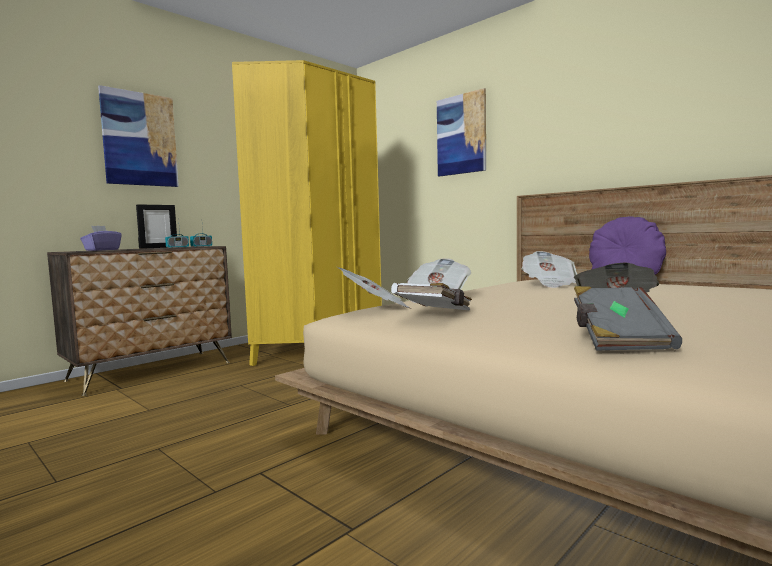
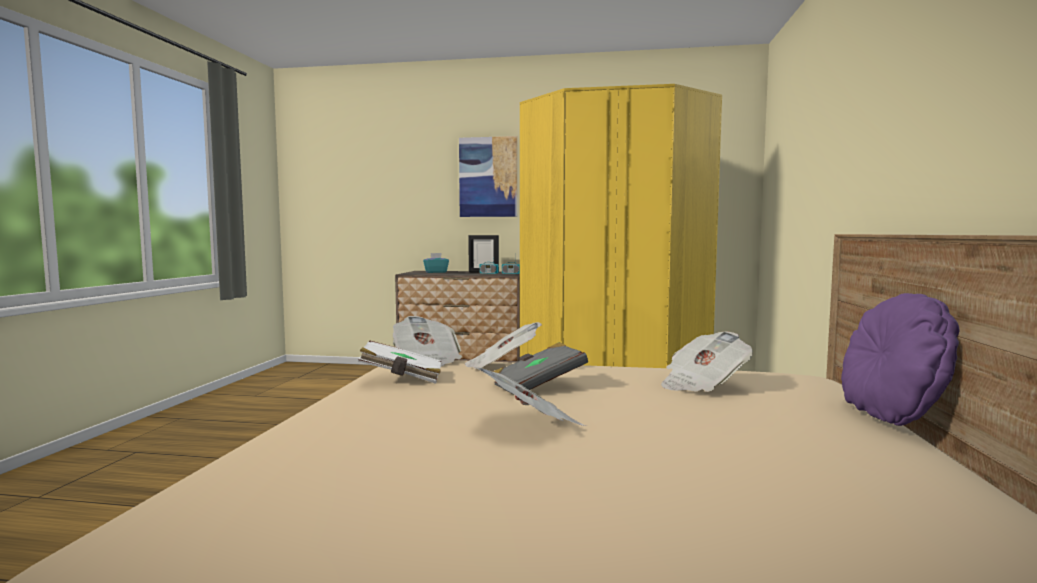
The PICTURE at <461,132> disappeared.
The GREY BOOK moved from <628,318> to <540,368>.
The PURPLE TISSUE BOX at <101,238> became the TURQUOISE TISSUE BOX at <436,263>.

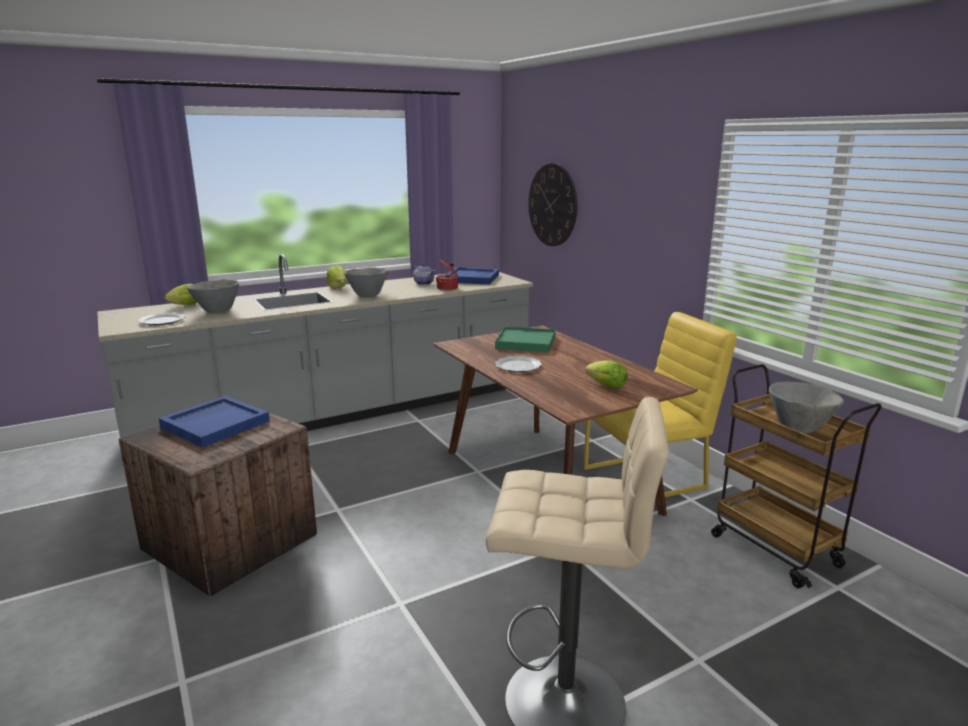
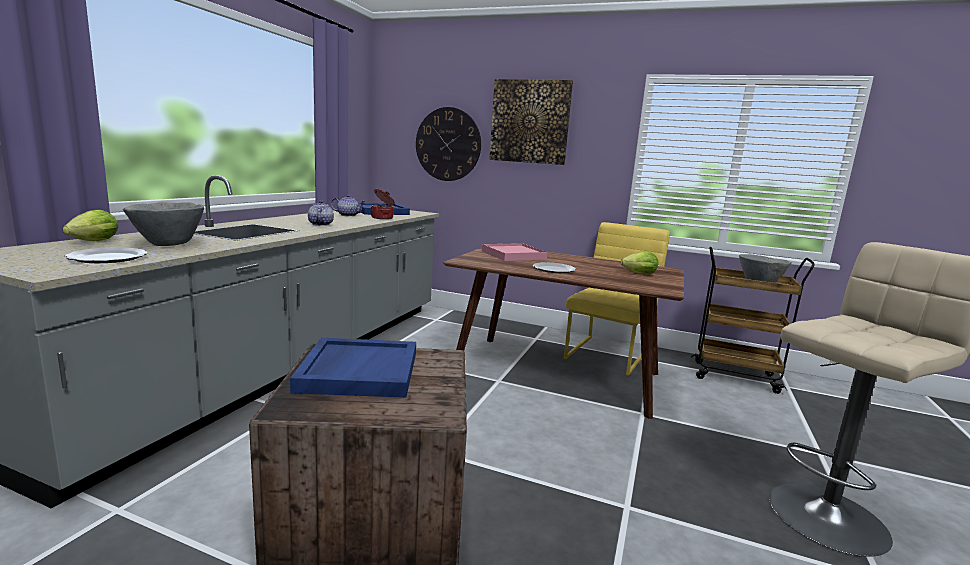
The LETTUCE at <337,277> disappeared.
The PICTURE at <531,122> appeared.
The GREY BOWL at <366,282> was replaced by the TEAPOT at <321,213>.
The GREEN TRAY at <525,340> became the PINK TRAY at <515,252>.

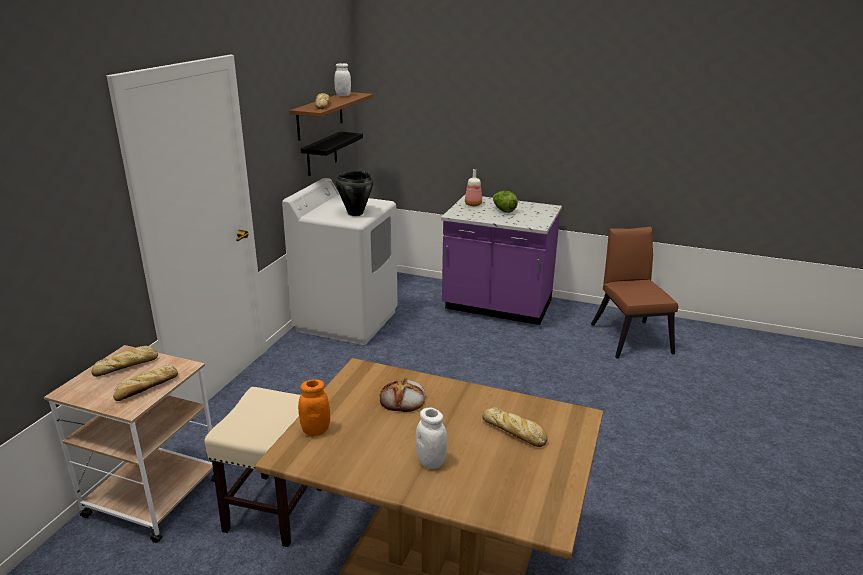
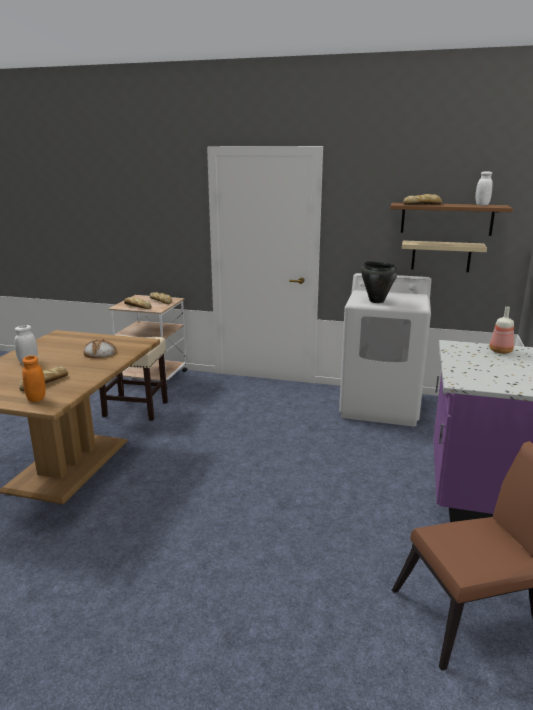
The LETTUCE at <505,202> disappeared.
The ORANGE JAR moved from <314,408> to <34,378>.
The BLACK SHELF at <332,154> became the BEIGE SHELF at <444,256>.

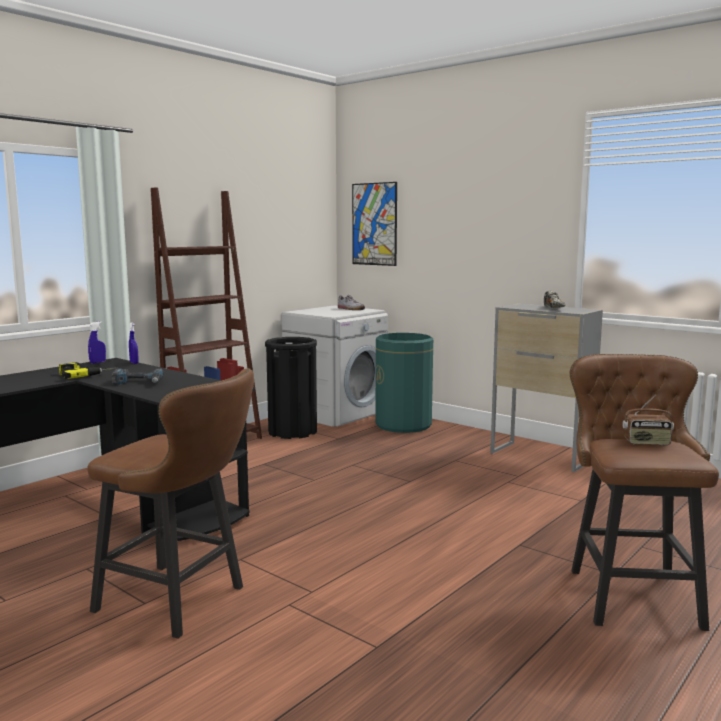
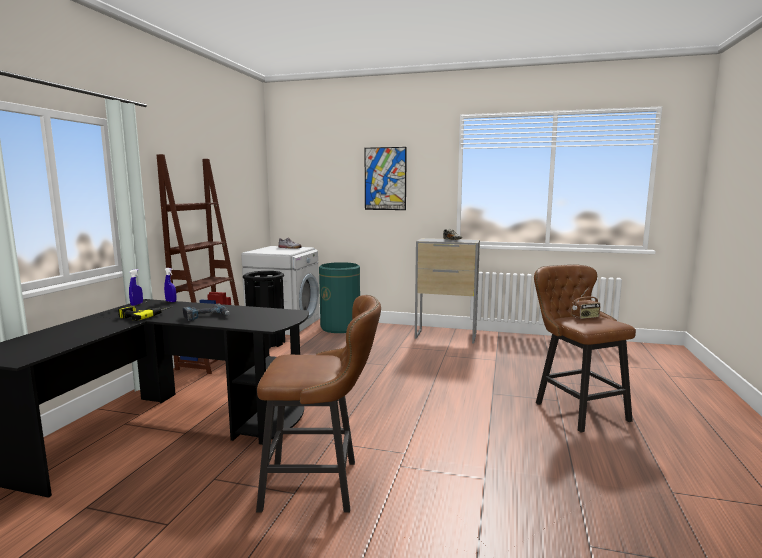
The PICTURE moved from <374,224> to <386,178>.

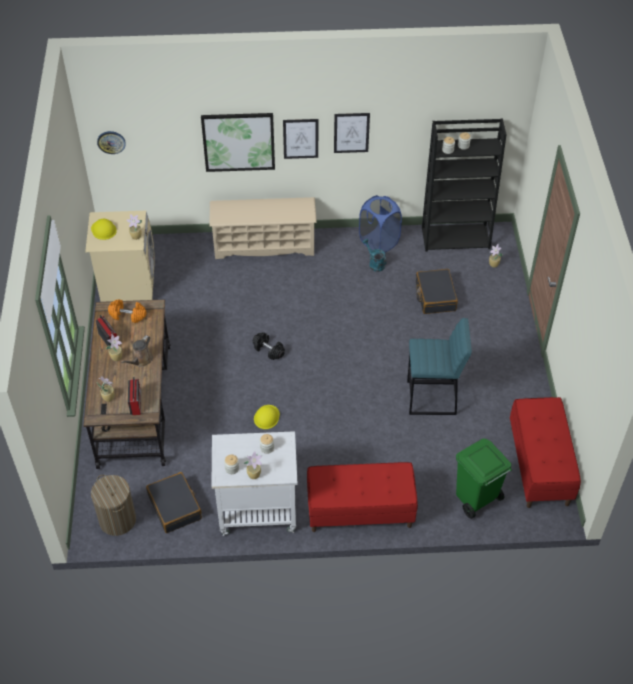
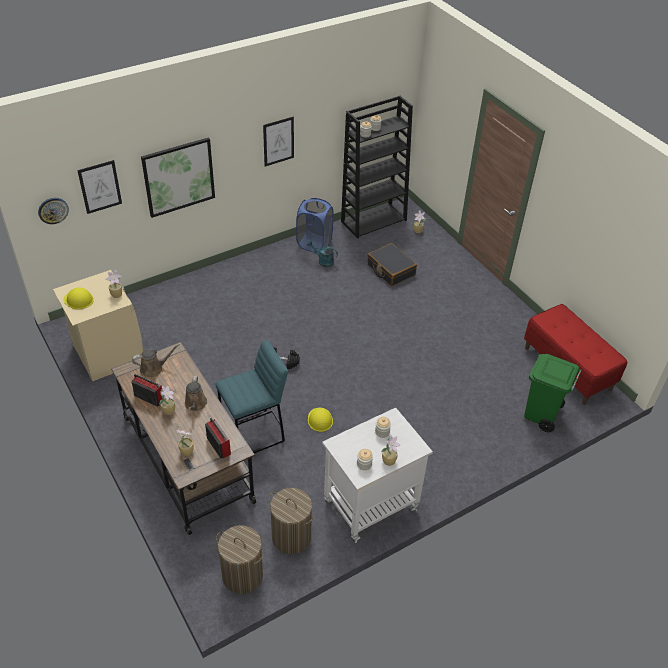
The BEIGE SHOE RACK at <263,228> disappeared.
The RED BENCH at <362,497> disappeared.
The PICTURE moved from <300,139> to <99,187>.
The TURQUOISE STOOL moved from <439,366> to <251,396>.
The ORANGE DUMBBELL at <127,311> was replaced by the BROWN WATERING CAN at <156,360>.
The BLACK SUITCASE at <174,502> was replaced by the LAUNDRY BASKET at <291,521>.

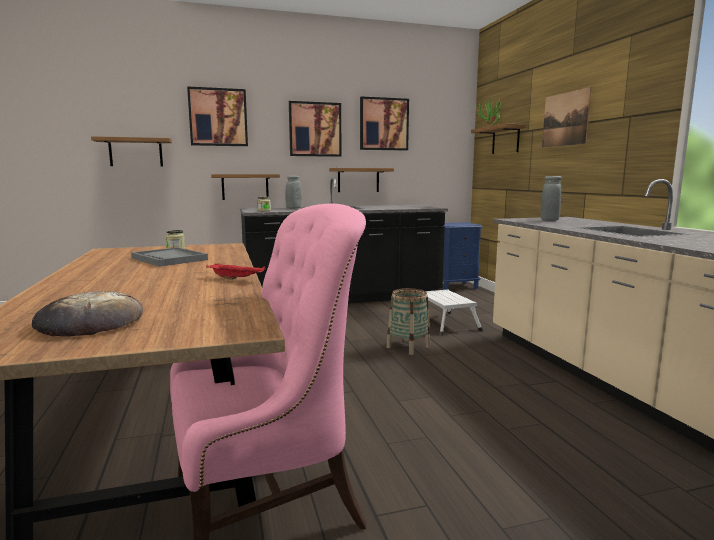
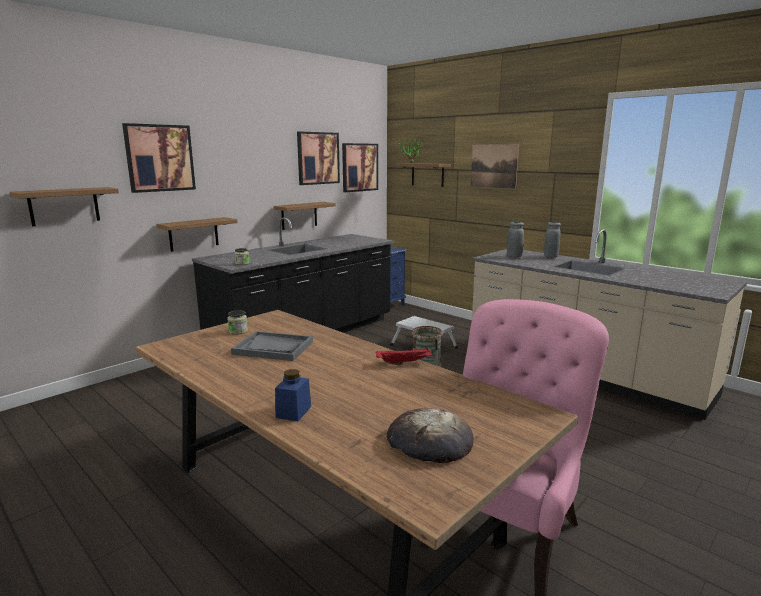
The BLUE JAR at <293,395> appeared.
The GREY VASE moved from <293,192> to <552,240>.
The PICTURE moved from <315,129> to <360,167>.

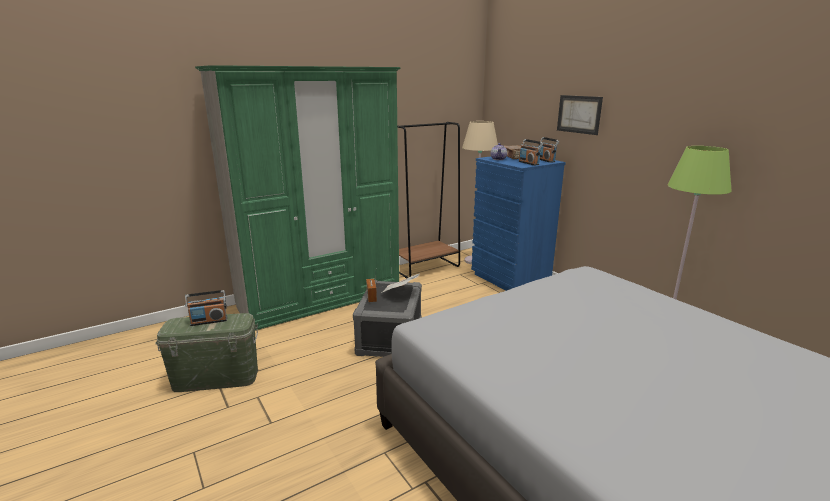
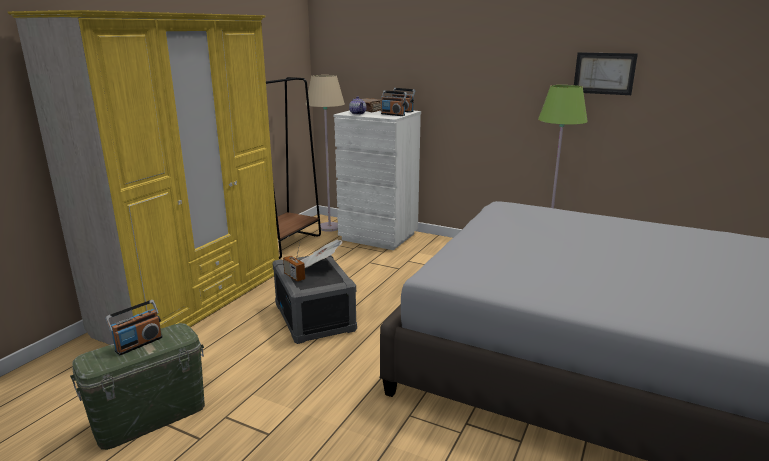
The PICTURE moved from <580,115> to <606,73>.
The GREEN WARDROBE at <298,197> became the YELLOW WARDROBE at <143,177>.
The BLUE DRESSER at <518,223> became the WHITE DRESSER at <377,180>.

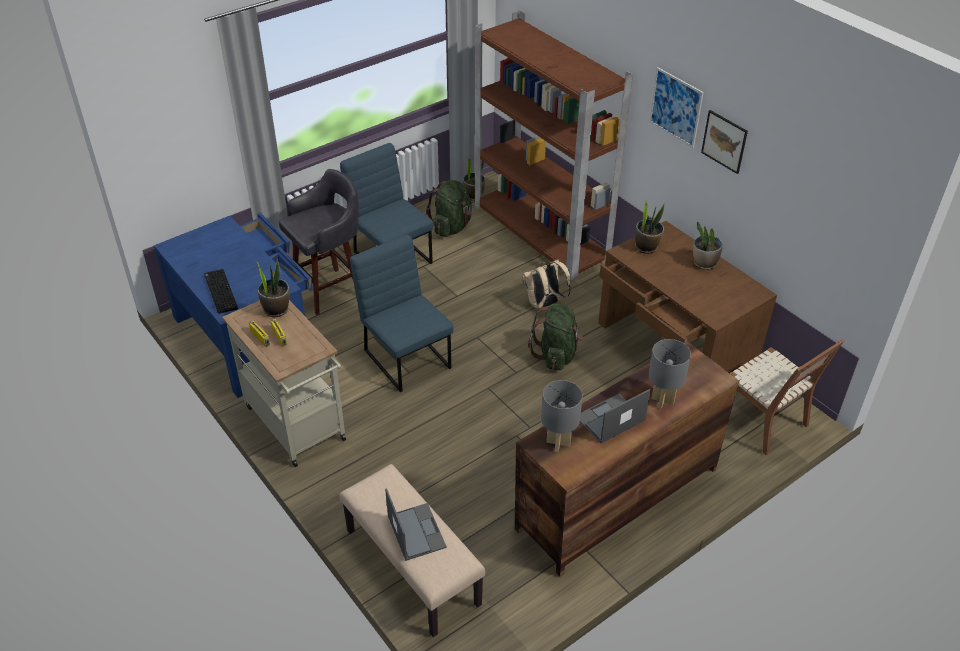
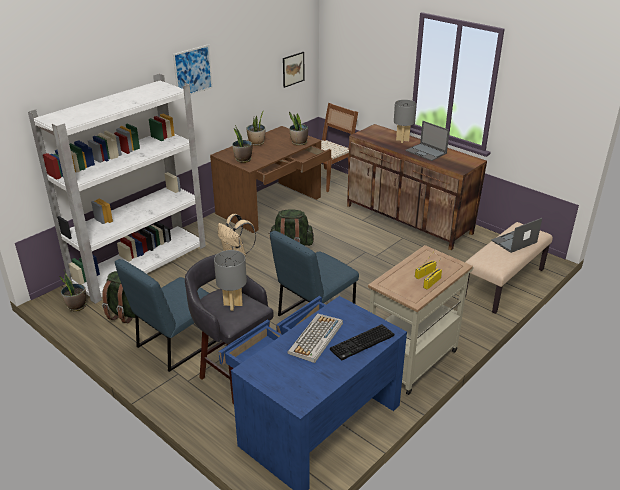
The KEYBOARD at <315,338> appeared.
The POTTED PLANT moved from <273,287> to <298,129>.
The GREY TABLE LAMP moved from <562,416> to <230,280>.
The PICTURE moved from <724,142> to <293,70>.
The BROWN BOOKCASE at <554,145> became the WHITE BOOKCASE at <117,189>.

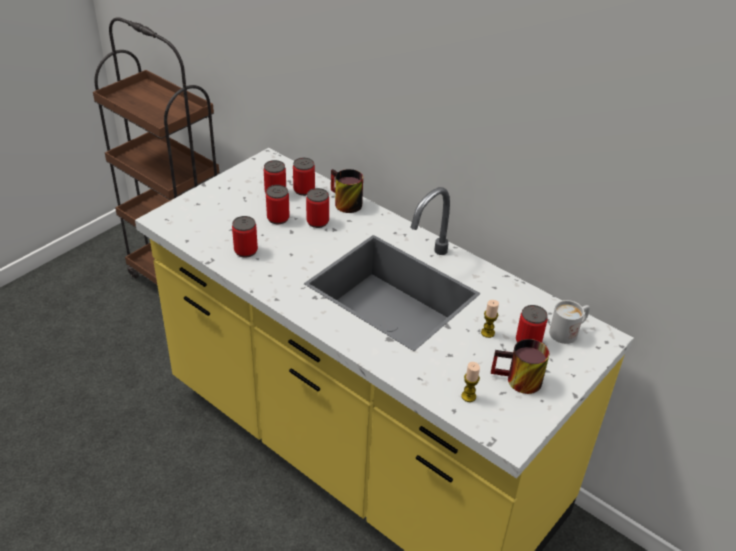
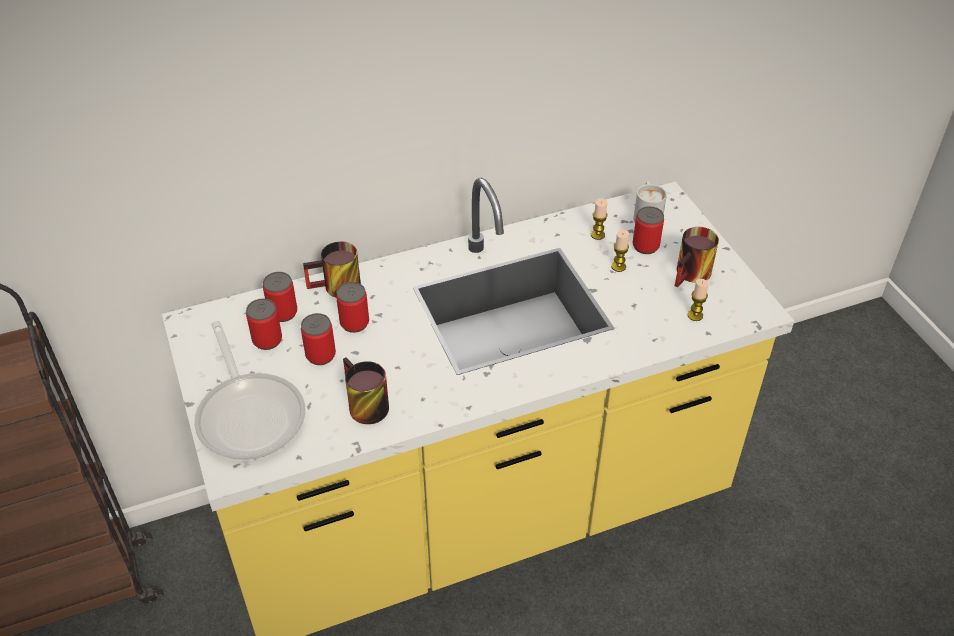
The FRYING PAN at <249,390> appeared.
The CANDLE at <599,219> appeared.
The CAN at <245,237> was replaced by the MUG at <366,390>.

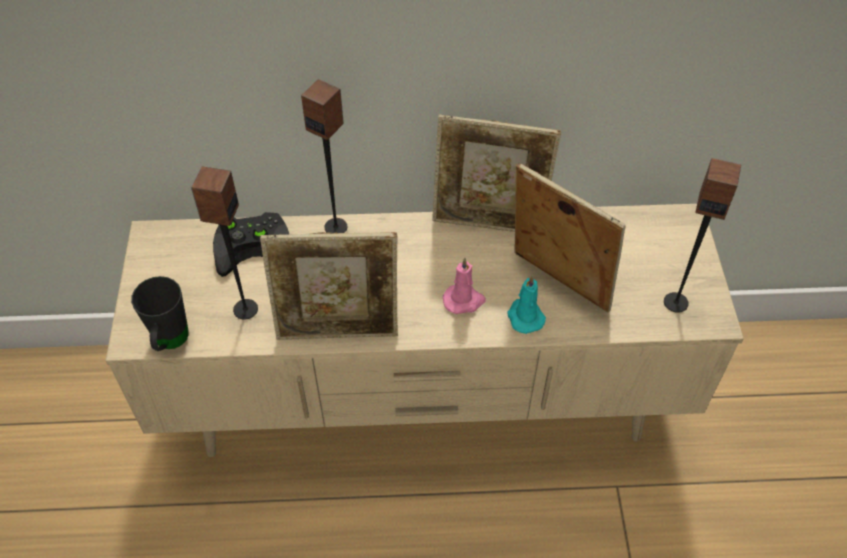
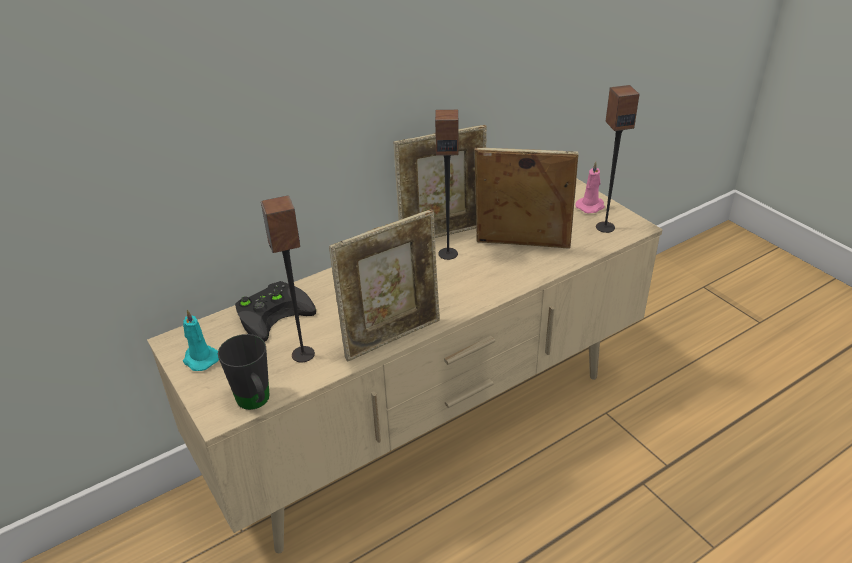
The SPEAKER moved from <324,156> to <446,184>.
The PINK CANDLE moved from <464,286> to <590,187>.
The TURQUOISE CANDLE moved from <526,304> to <201,340>.

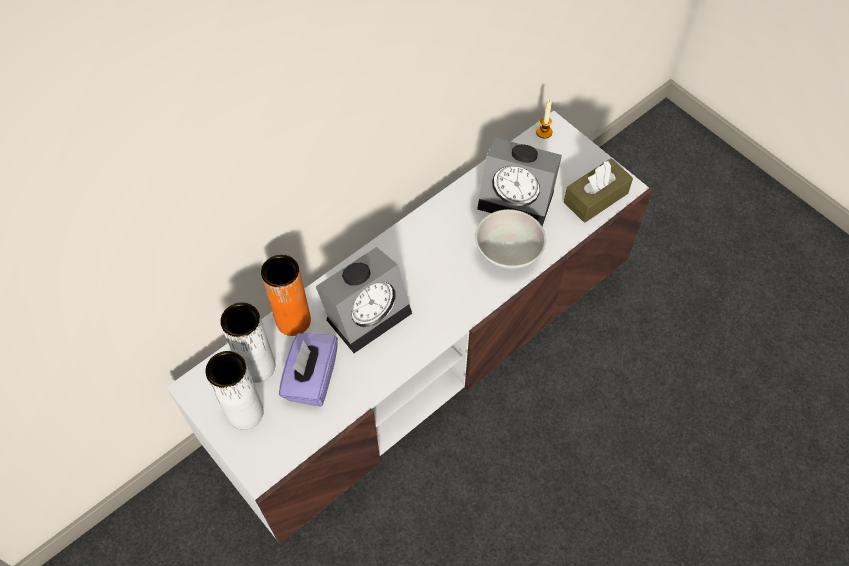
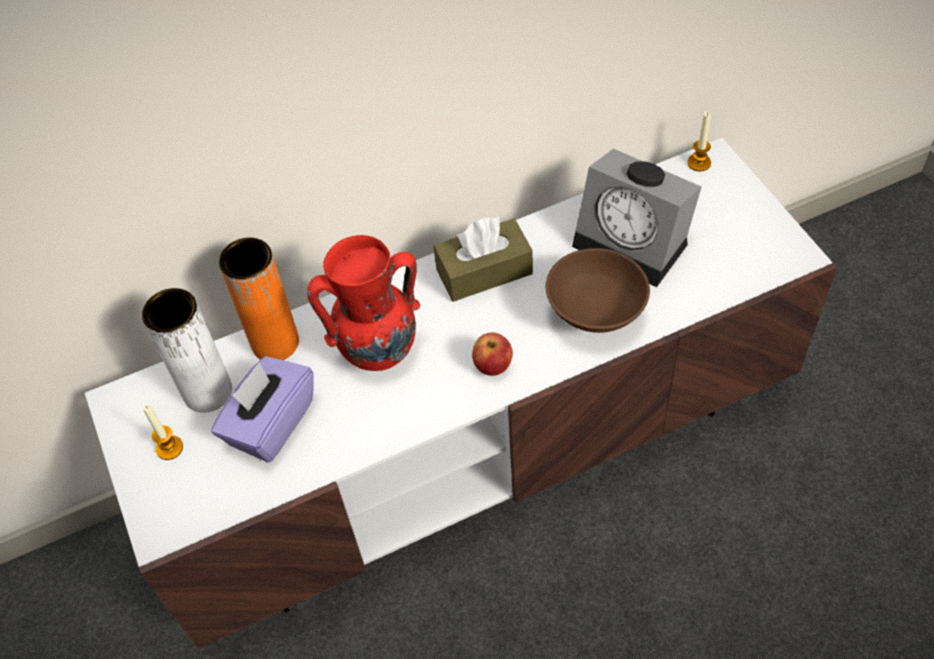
The APPLE at <492,354> appeared.
The BROWN TISSUE BOX moved from <598,190> to <483,259>.
The WHITE VASE at <234,390> was replaced by the CANDLE at <163,432>.
The ALARM CLOCK at <364,300> was replaced by the RED VASE at <364,303>.
The WHITE BOWL at <510,239> became the BROWN BOWL at <598,290>.

